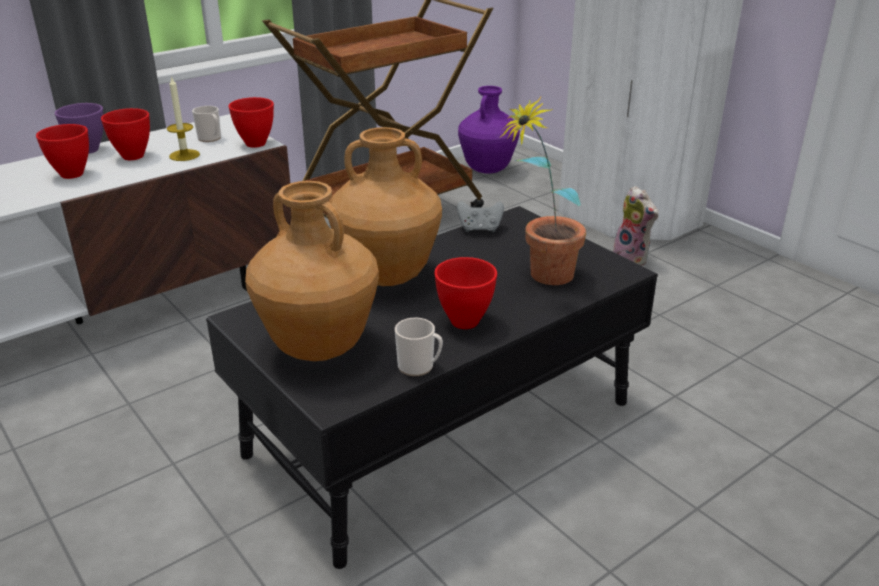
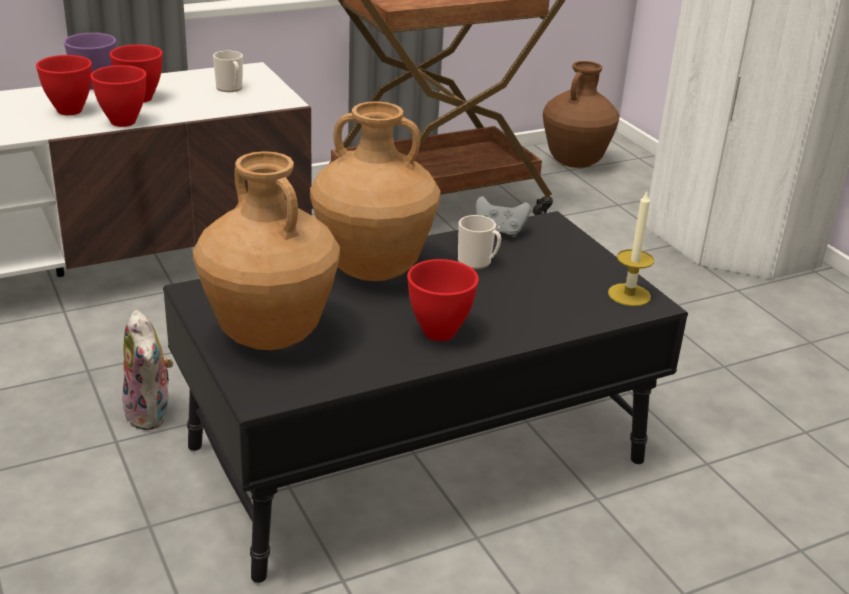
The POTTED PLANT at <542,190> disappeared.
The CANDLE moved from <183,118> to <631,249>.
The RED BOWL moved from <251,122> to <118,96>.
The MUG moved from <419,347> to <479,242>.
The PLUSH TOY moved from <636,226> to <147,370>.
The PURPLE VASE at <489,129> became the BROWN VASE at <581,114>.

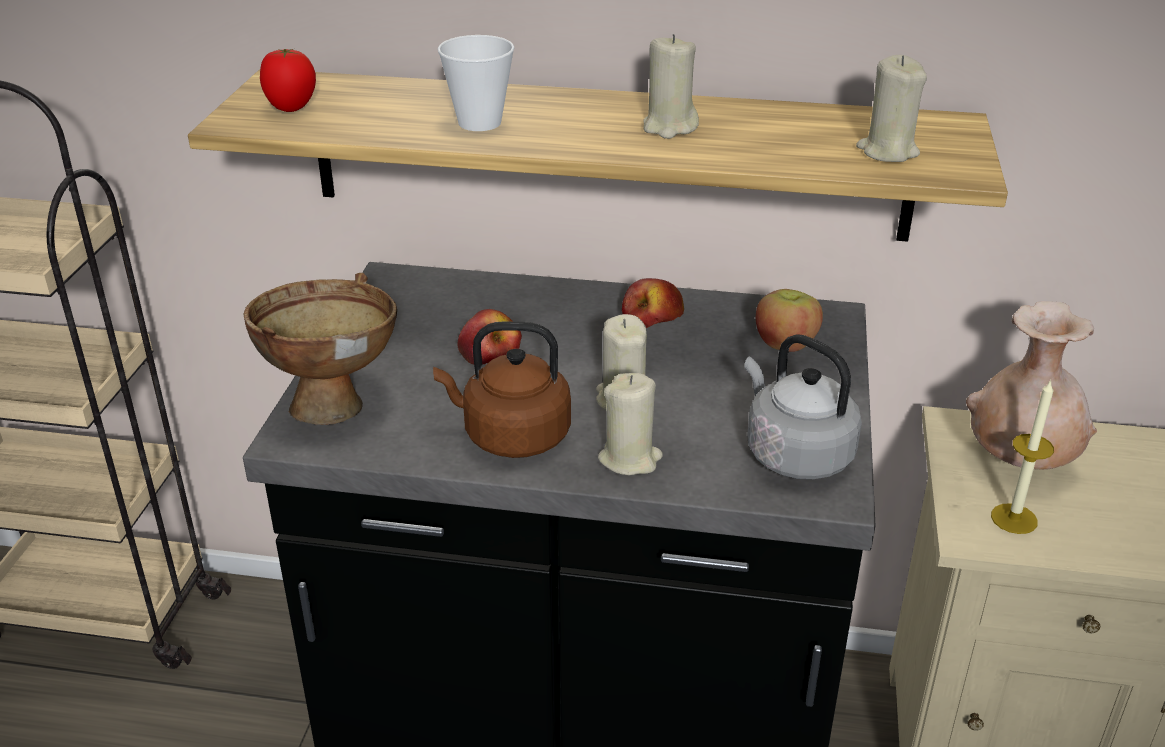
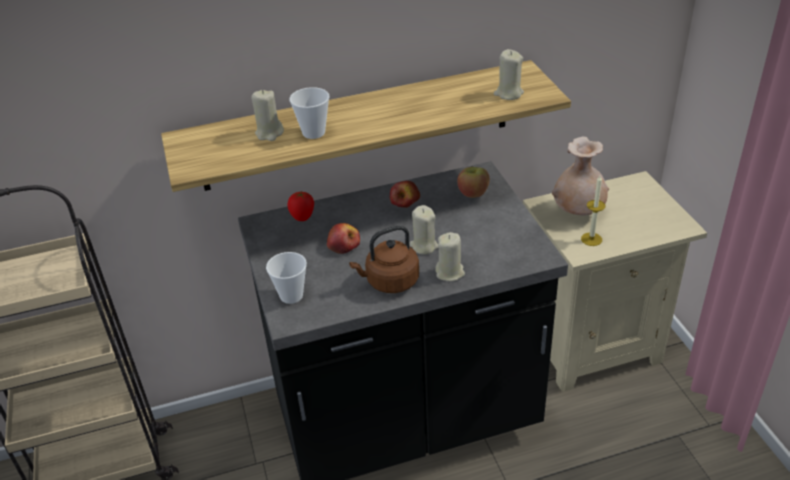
The GREY KETTLE at <803,407> disappeared.
The TOMATO moved from <288,80> to <301,206>.
The BEIGE CANDLE moved from <671,86> to <267,115>.
The BROWN BOWL at <320,349> was replaced by the CUP at <286,278>.

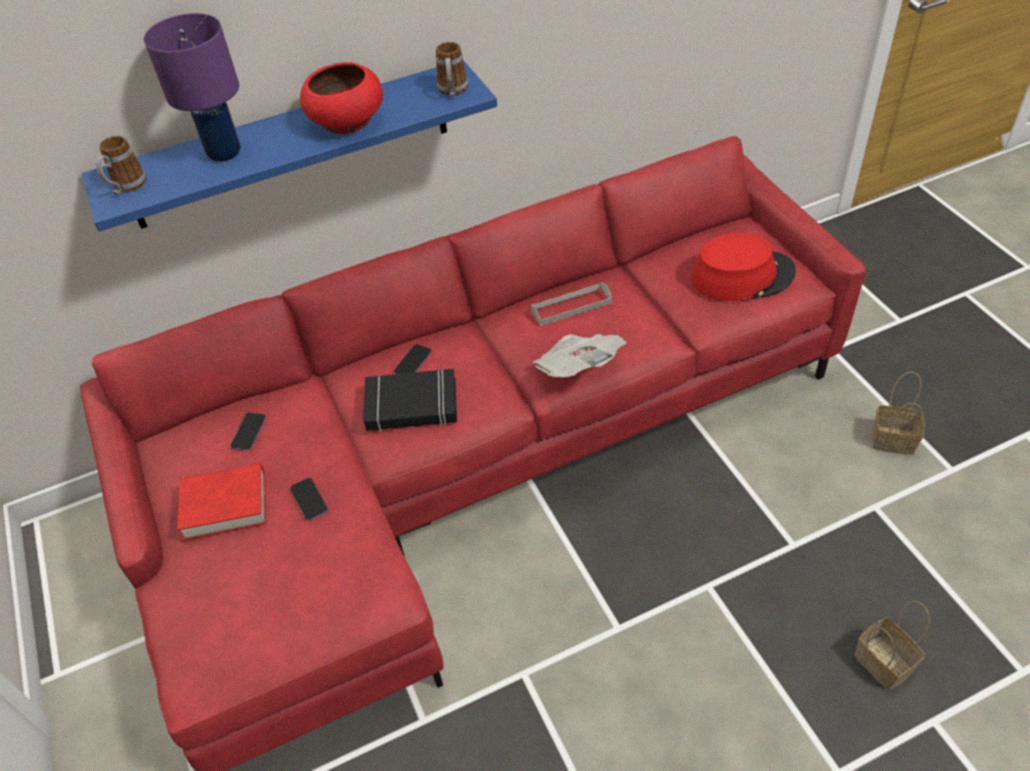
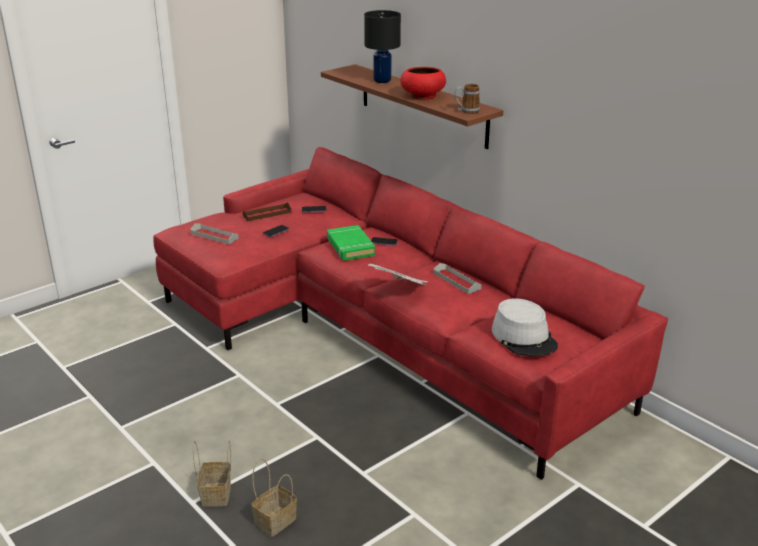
The MUG at <121,165> disappeared.
The GREY TRAY at <214,233> appeared.
The BASKET moved from <898,413> to <212,473>.
The RED BOOK at <221,502> was replaced by the BROWN TRAY at <267,212>.
The BLUE SHELF at <289,145> became the BROWN SHELF at <412,106>.
The PURPLE TABLE LAMP at <192,87> became the BLACK TABLE LAMP at <382,46>.
The BLACK BOOK at <410,400> became the GREEN BOOK at <351,243>.
The RED HAT at <743,267> became the GREY HAT at <525,327>.

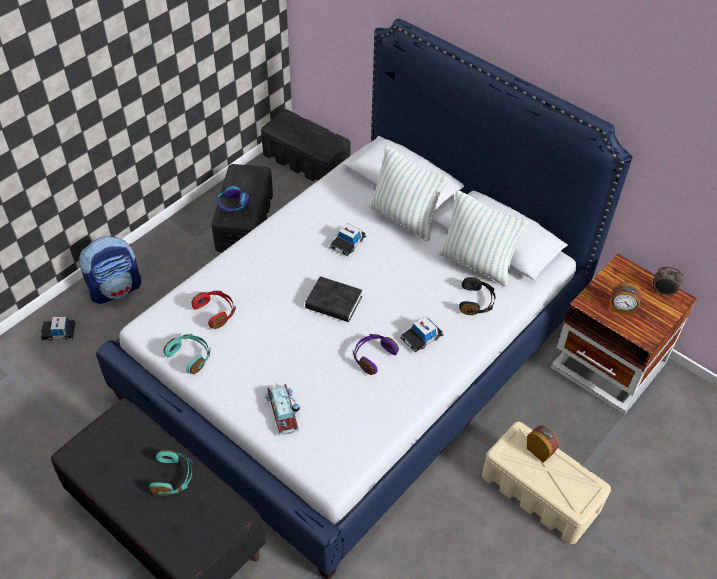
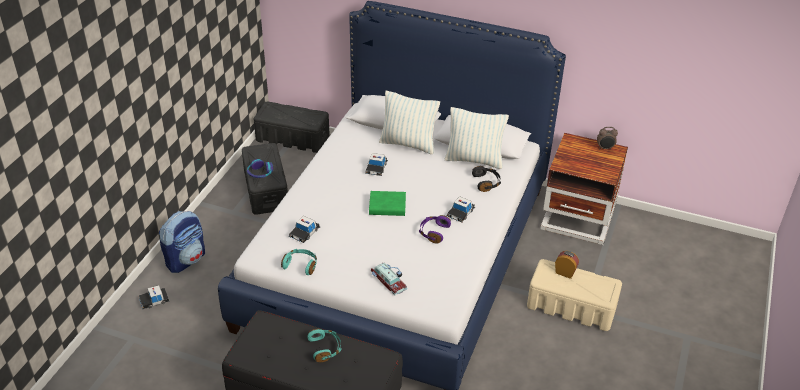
The ALARM CLOCK at <626,299> disappeared.
The RED HEADPHONES at <213,310> was replaced by the TOY CAR at <304,229>.
The BLACK BOOK at <333,299> became the GREEN BOOK at <387,203>.

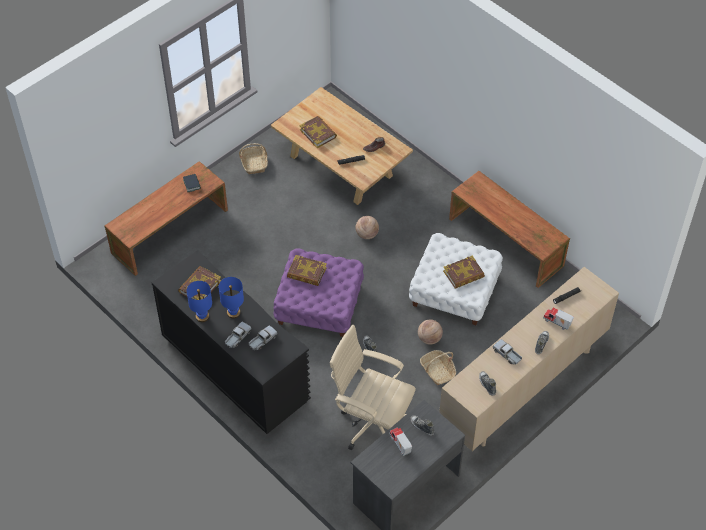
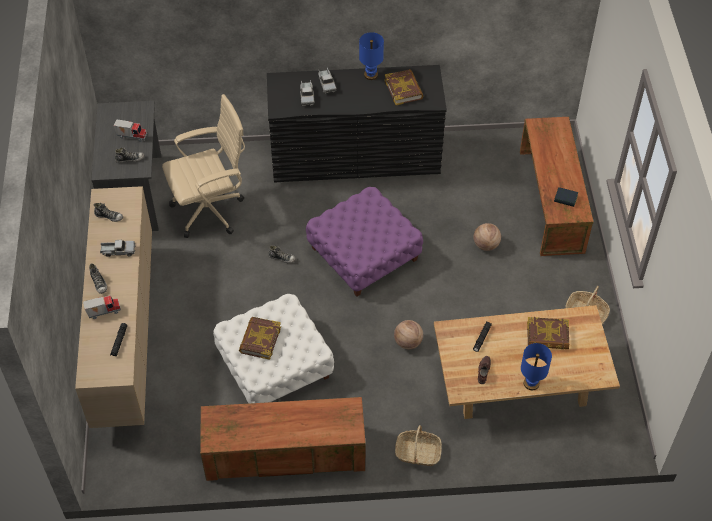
The BOOK at <307,270> disappeared.
The BLUE TABLE LAMP moved from <231,297> to <536,366>.
The BASKETBALL moved from <430,332> to <487,237>.
The BASKET moved from <438,367> to <418,445>.

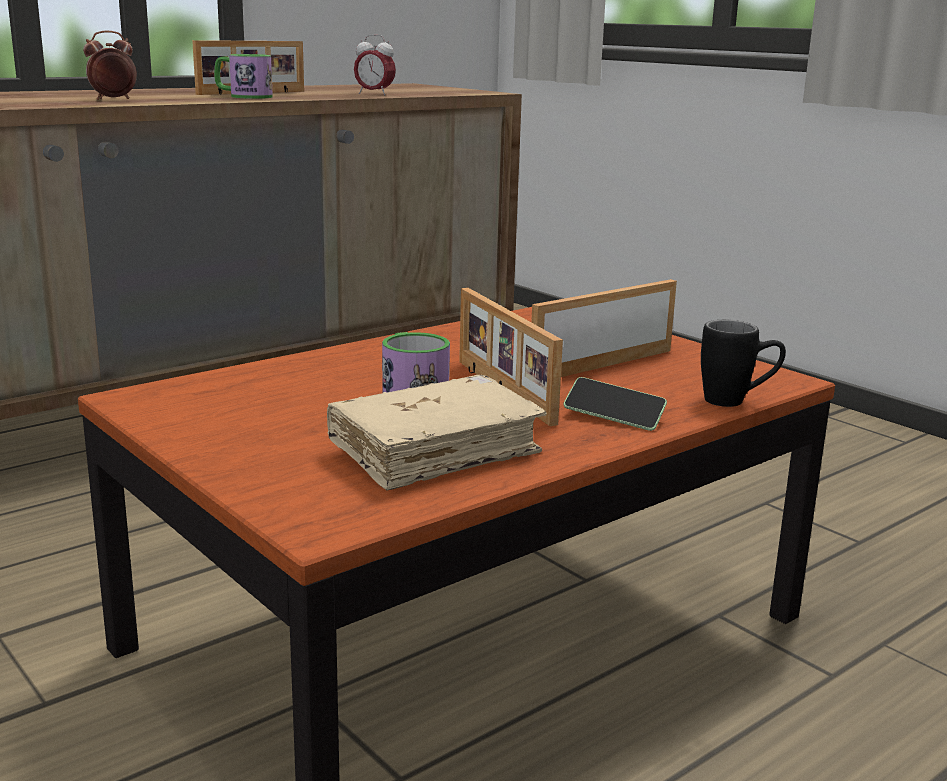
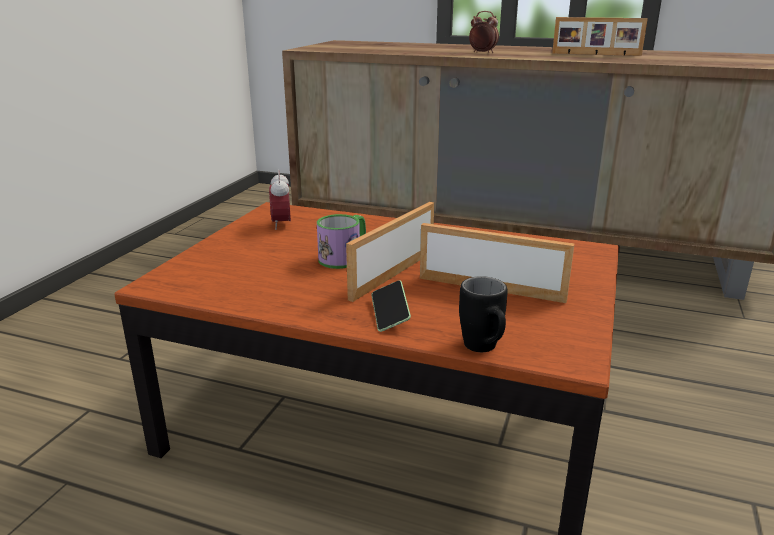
The MUG at <243,76> disappeared.
The BEIGE BOOK at <437,433> disappeared.
The ALARM CLOCK moved from <375,65> to <280,200>.

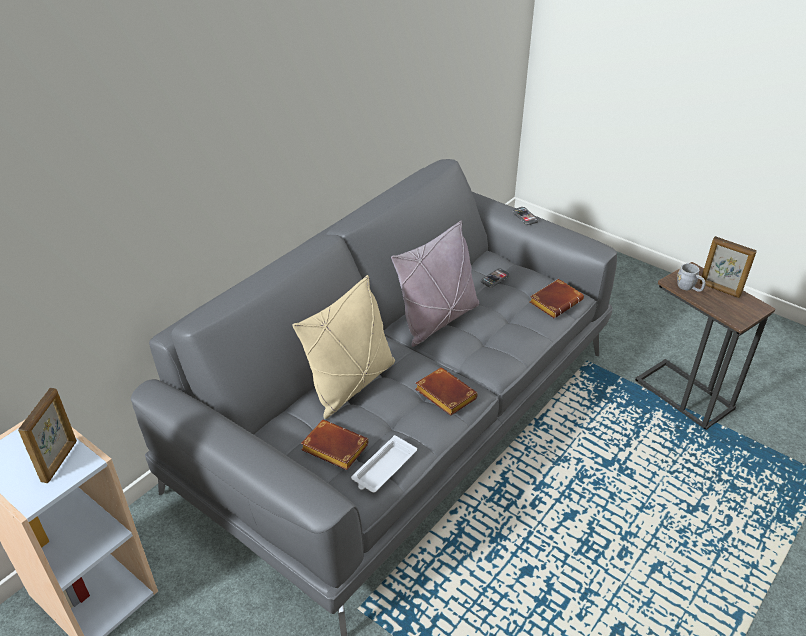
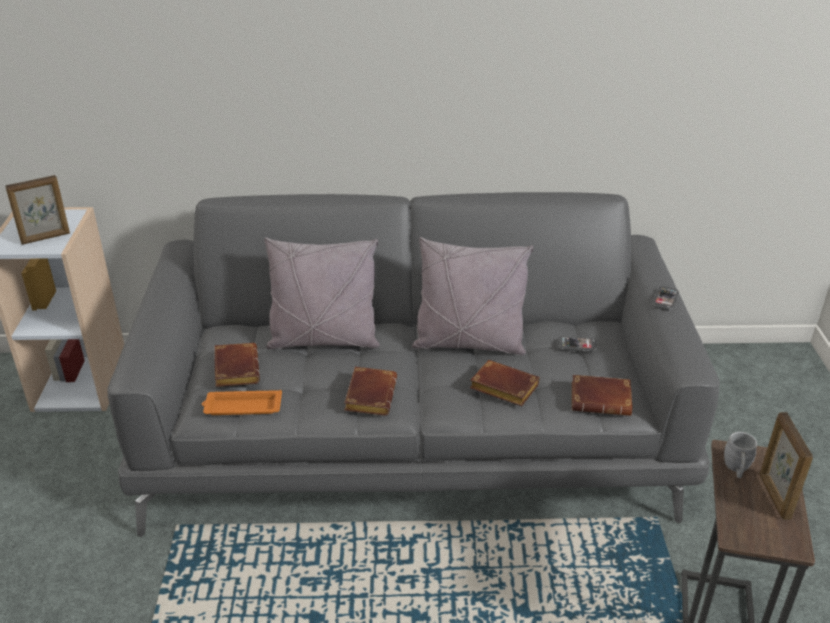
The BROWN BOOK at <505,383> appeared.
The BEIGE PILLOW at <343,347> became the PURPLE PILLOW at <322,293>.
The WHITE TRAY at <384,464> became the ORANGE TRAY at <242,402>.

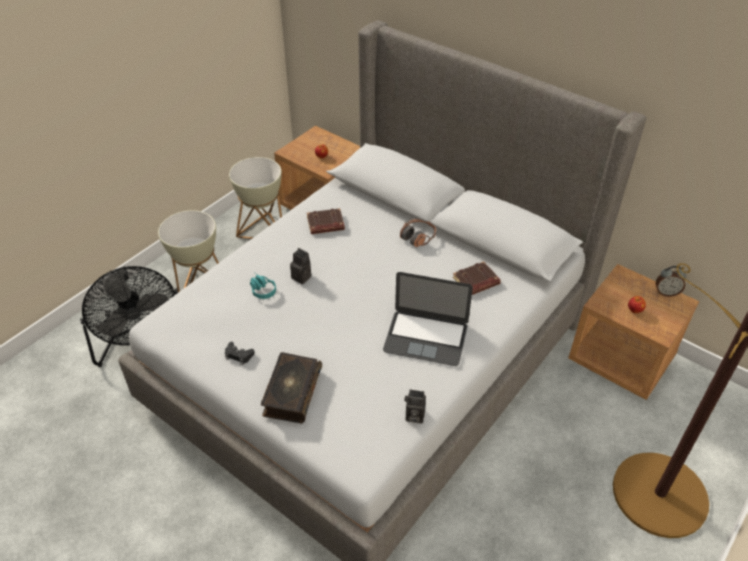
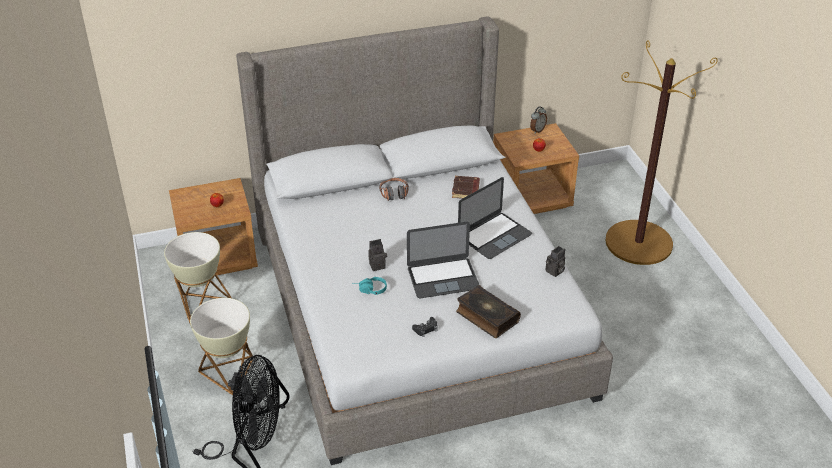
The BROWN BOOK at <326,221> disappeared.
The LAPTOP at <443,260> appeared.

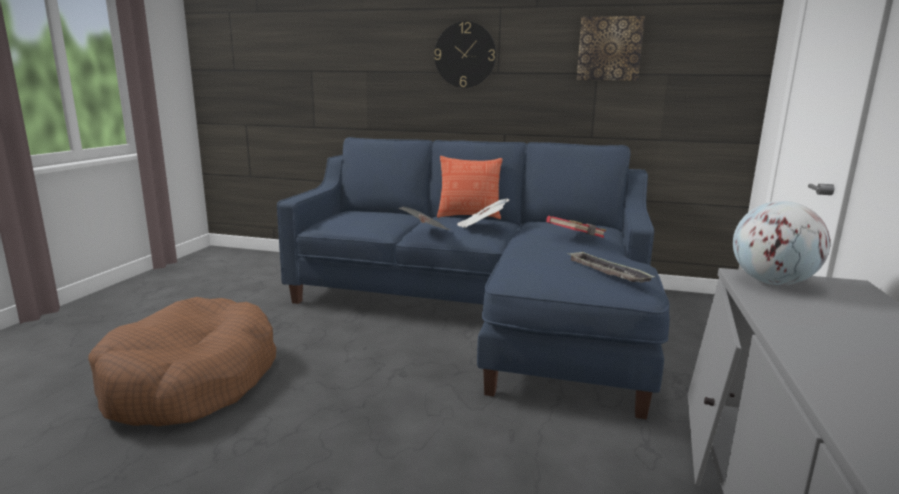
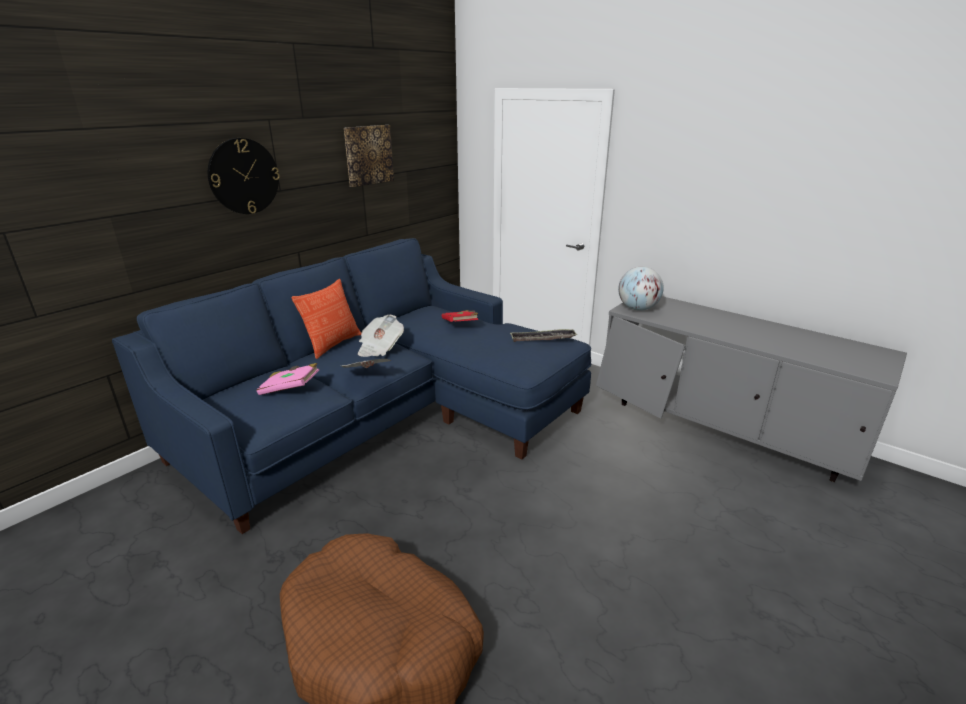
The PINK BOOK at <288,379> appeared.

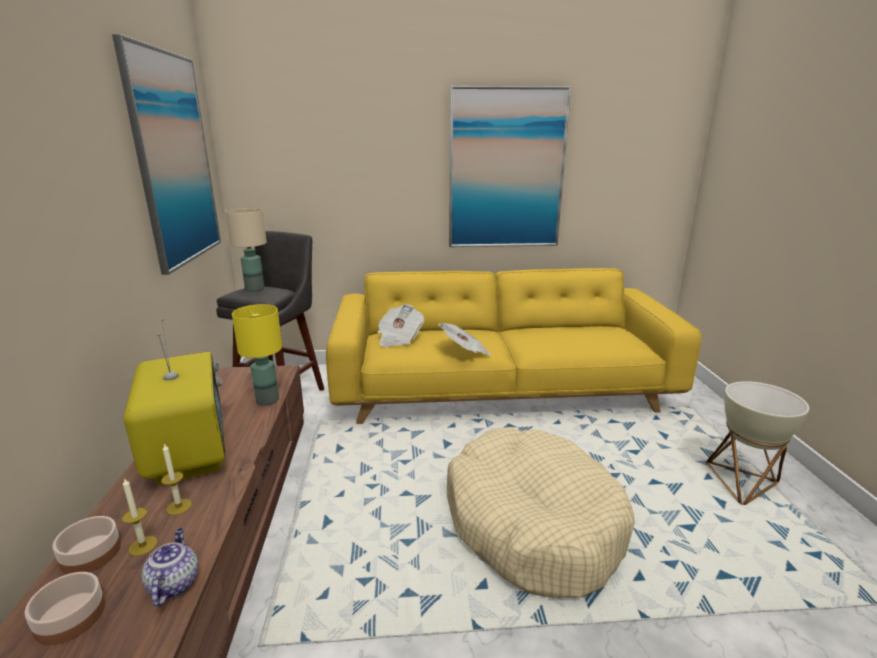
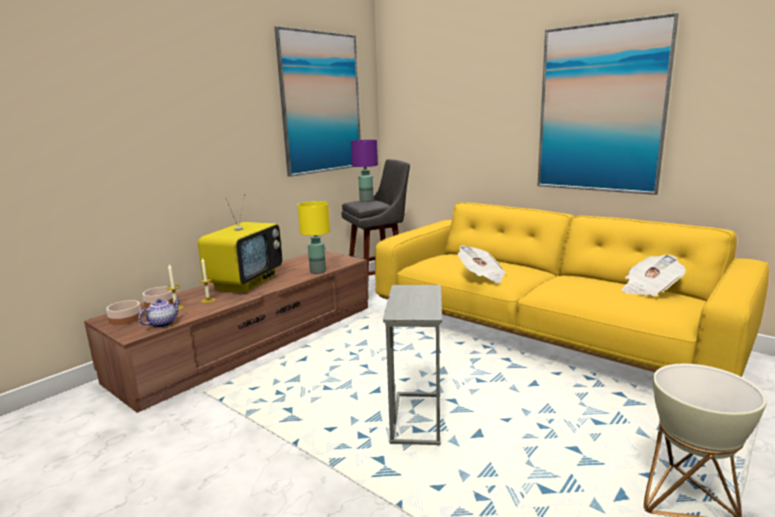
The NEWSPAPER moved from <401,325> to <654,275>.
The BEIGE DOG BED at <541,512> was replaced by the GREY SIDE TABLE at <412,365>.
The BEIGE TABLE LAMP at <246,250> became the PURPLE TABLE LAMP at <364,171>.

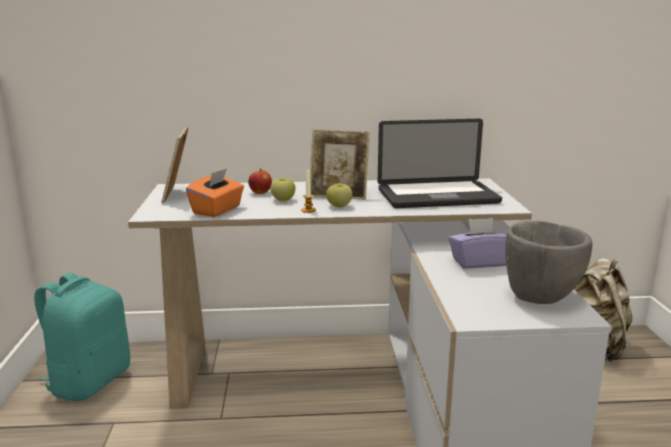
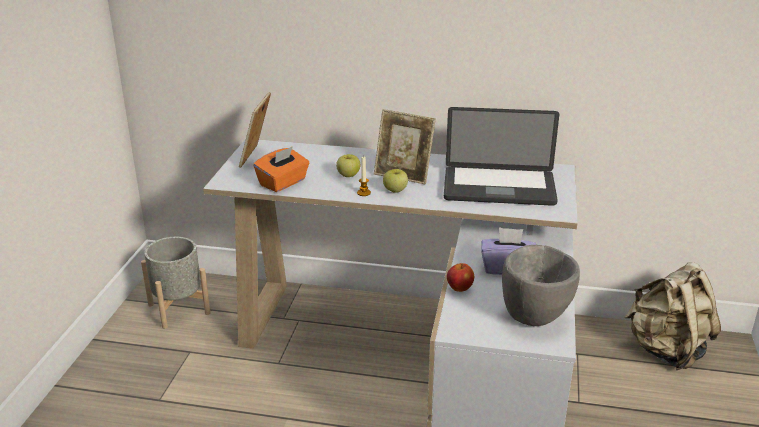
The APPLE moved from <260,181> to <460,277>.
The TURQUOISE BACKPACK at <82,336> was replaced by the GREY PLANTER at <175,283>.

